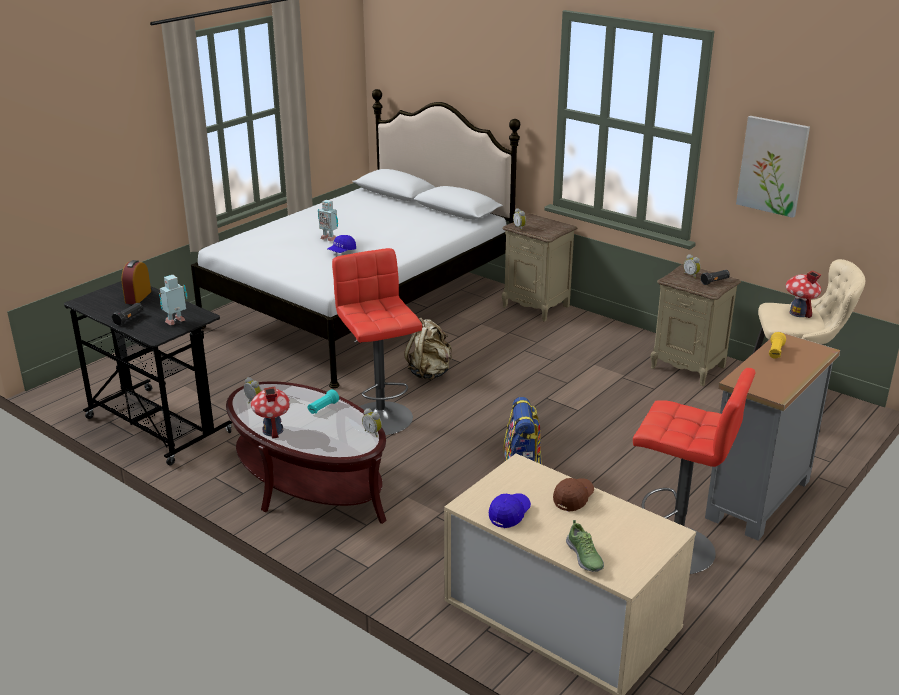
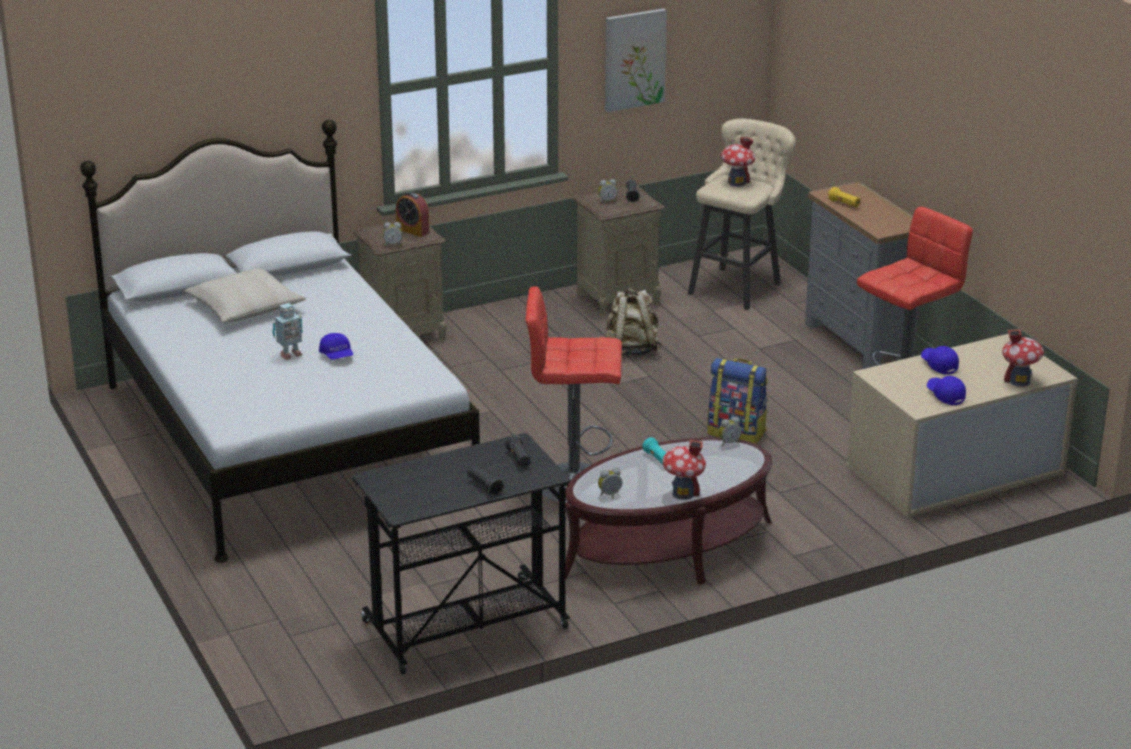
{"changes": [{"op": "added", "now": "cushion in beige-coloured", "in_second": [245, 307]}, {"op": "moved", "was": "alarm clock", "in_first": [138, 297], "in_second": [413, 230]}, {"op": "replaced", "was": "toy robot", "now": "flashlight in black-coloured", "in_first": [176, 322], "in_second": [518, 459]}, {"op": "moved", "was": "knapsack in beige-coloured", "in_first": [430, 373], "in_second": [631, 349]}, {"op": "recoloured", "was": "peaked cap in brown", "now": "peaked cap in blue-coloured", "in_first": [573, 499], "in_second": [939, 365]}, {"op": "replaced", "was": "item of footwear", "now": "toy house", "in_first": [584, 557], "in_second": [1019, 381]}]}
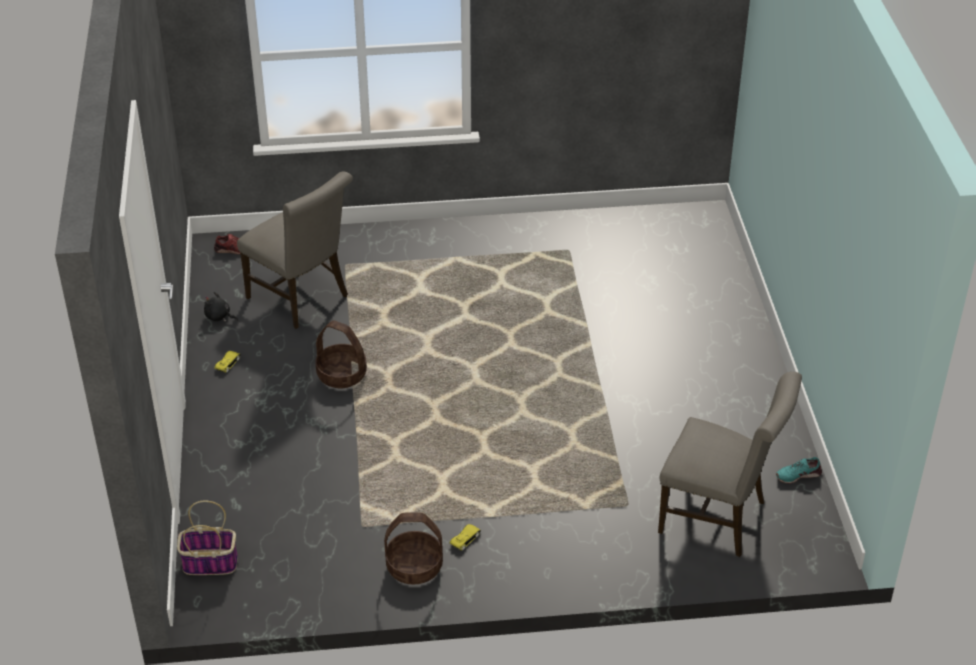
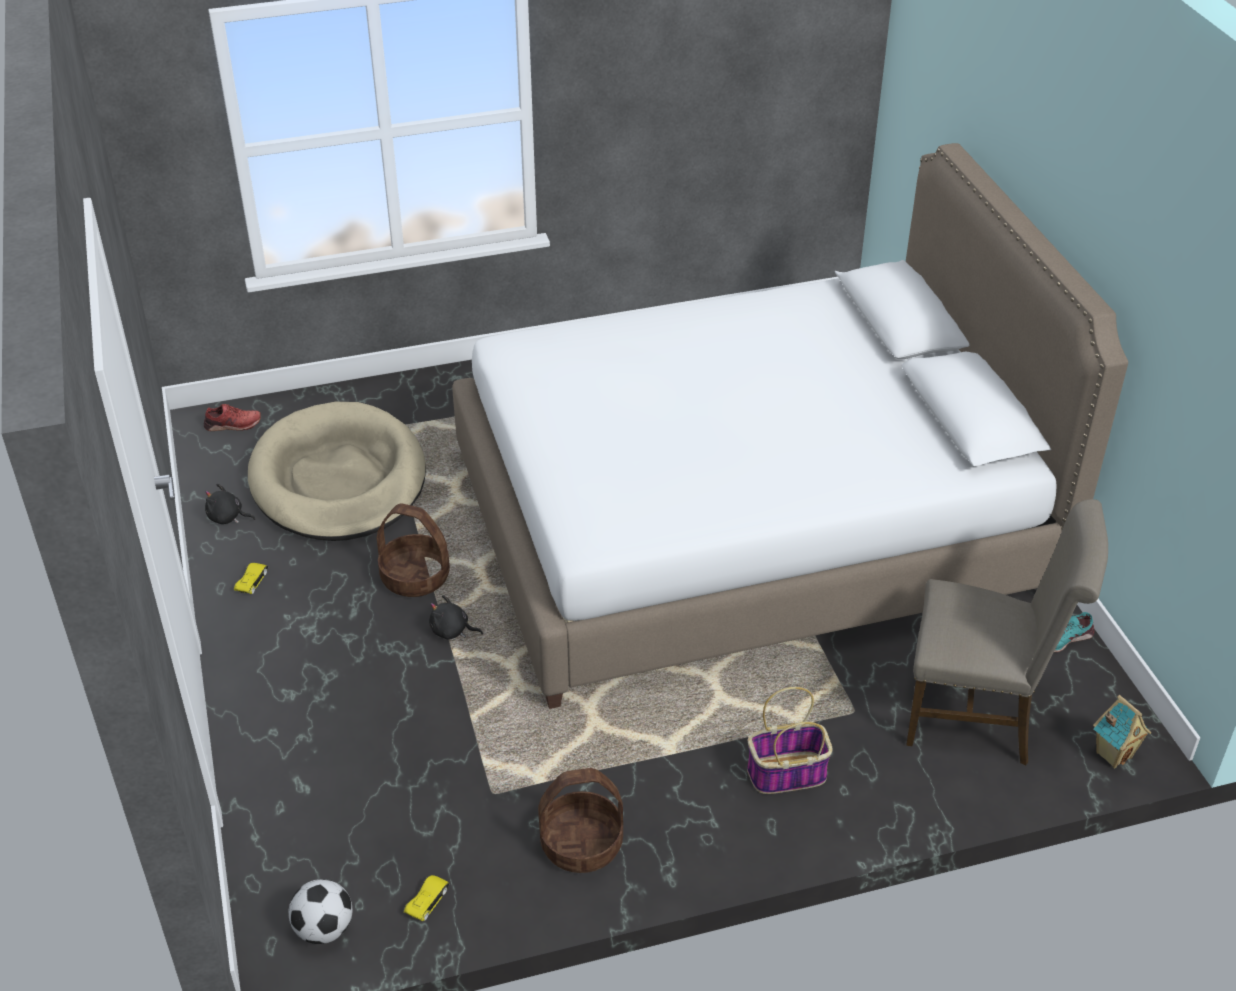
{"changes": [{"op": "replaced", "was": "chair in beige-coloured", "now": "dog cushion in beige-coloured", "in_first": [302, 298], "in_second": [339, 480]}, {"op": "added", "now": "football", "in_second": [324, 929]}, {"op": "moved", "was": "model car in yellow-coloured", "in_first": [465, 539], "in_second": [427, 900]}, {"op": "added", "now": "plush toy in black-coloured", "in_second": [452, 631]}, {"op": "added", "now": "bedroom bed in whitish", "in_second": [747, 527]}, {"op": "moved", "was": "storage basket", "in_first": [209, 563], "in_second": [786, 774]}, {"op": "added", "now": "toy house", "in_second": [1113, 754]}]}
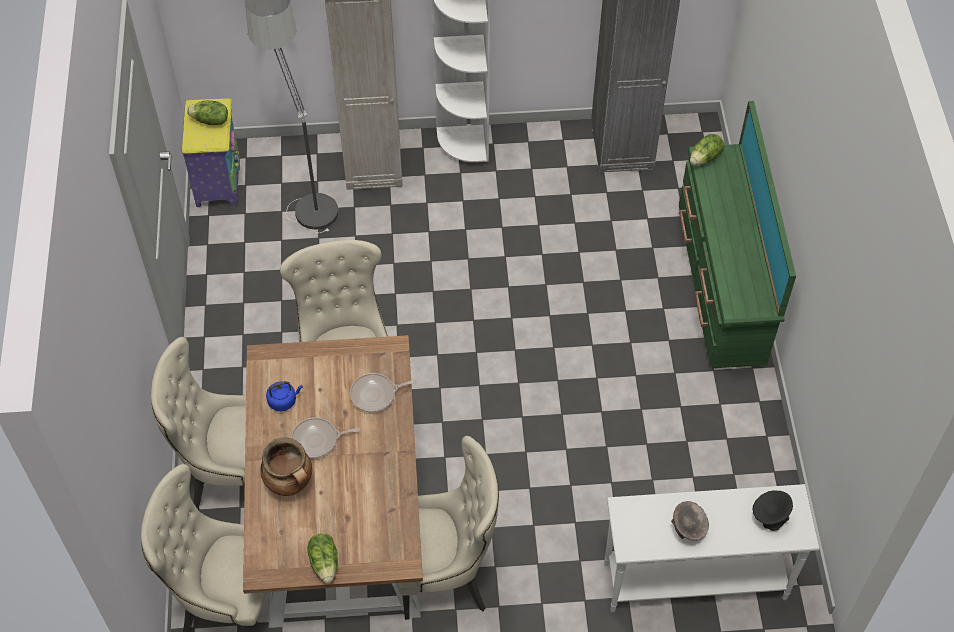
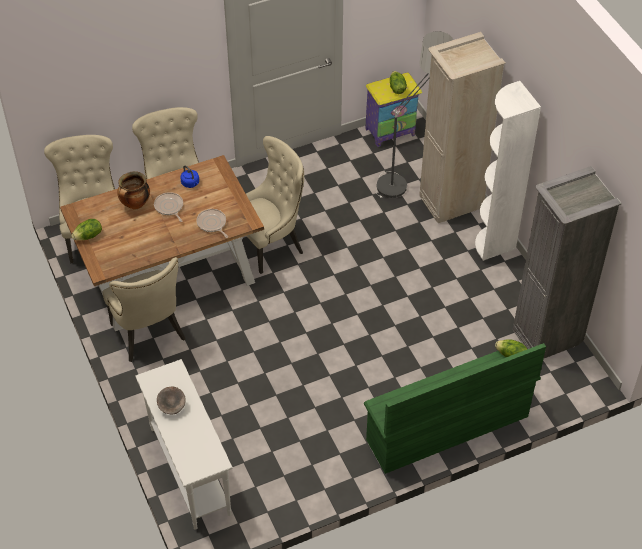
{"changes": [{"op": "removed", "was": "bowl in black-coloured", "in_first": [769, 516]}]}
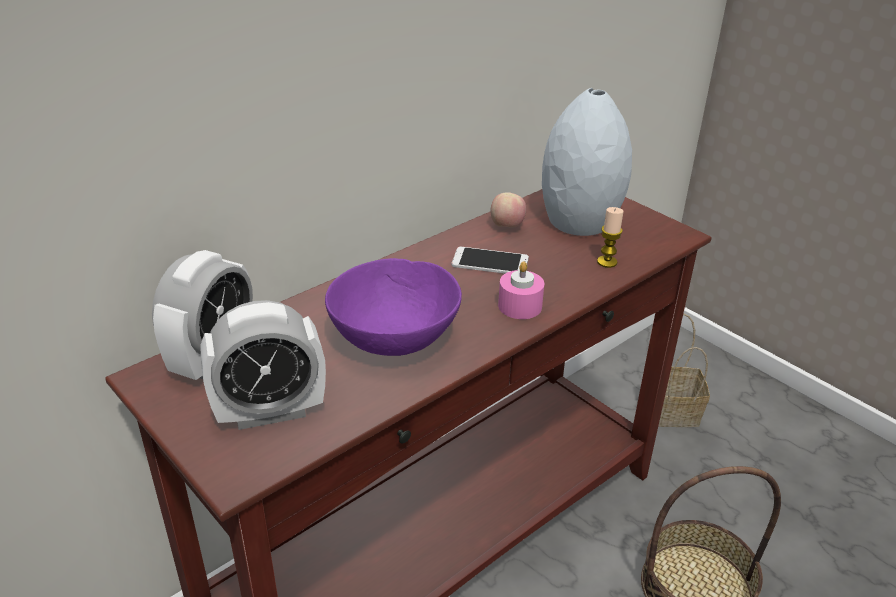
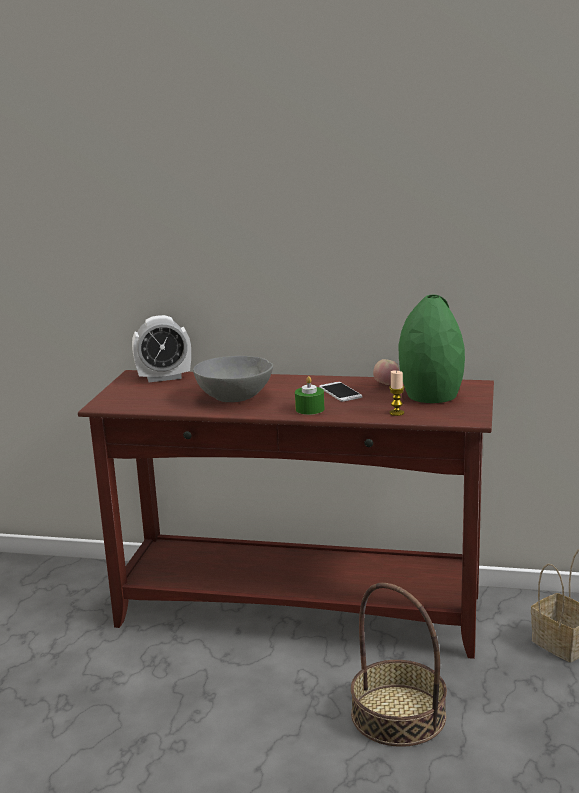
{"changes": [{"op": "recoloured", "was": "bowl in purple-coloured", "now": "bowl in grey", "in_first": [394, 338], "in_second": [234, 397]}, {"op": "recoloured", "was": "candle in pink", "now": "candle in green", "in_first": [520, 306], "in_second": [309, 409]}, {"op": "recoloured", "was": "decorative vase in grey", "now": "decorative vase in green", "in_first": [577, 221], "in_second": [430, 395]}, {"op": "removed", "was": "alarm clock", "in_first": [270, 412]}]}
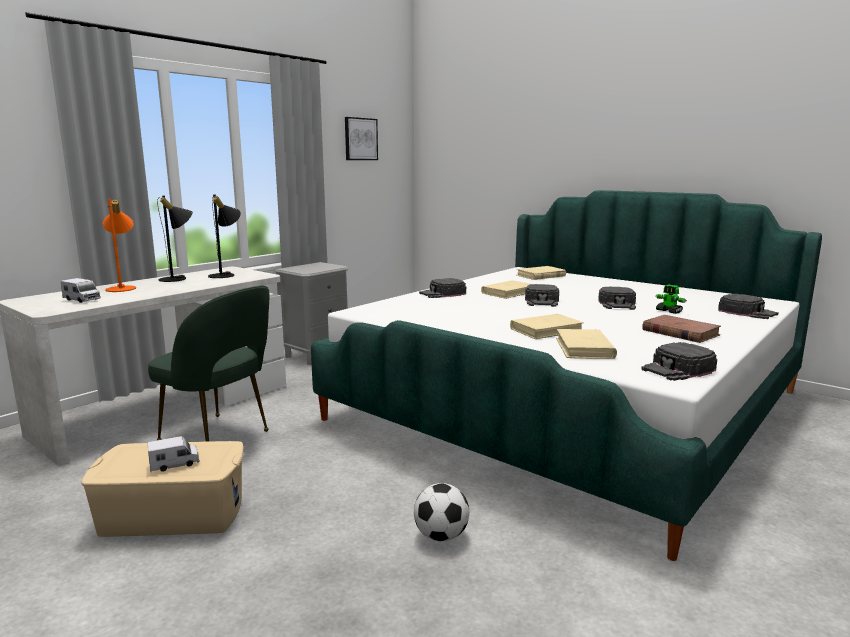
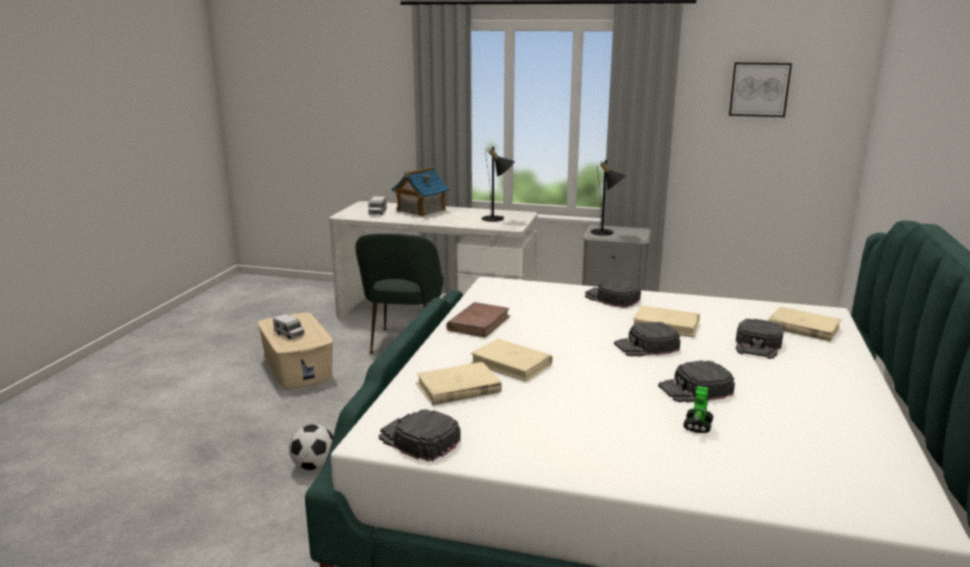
{"changes": [{"op": "replaced", "was": "lamp for a table in orange", "now": "toy house", "in_first": [123, 288], "in_second": [420, 210]}, {"op": "moved", "was": "book in brown", "in_first": [680, 332], "in_second": [479, 323]}, {"op": "moved", "was": "lamp for a table in black-coloured", "in_first": [178, 279], "in_second": [606, 233]}, {"op": "moved", "was": "peaked cap in black-coloured", "in_first": [747, 312], "in_second": [758, 345]}]}
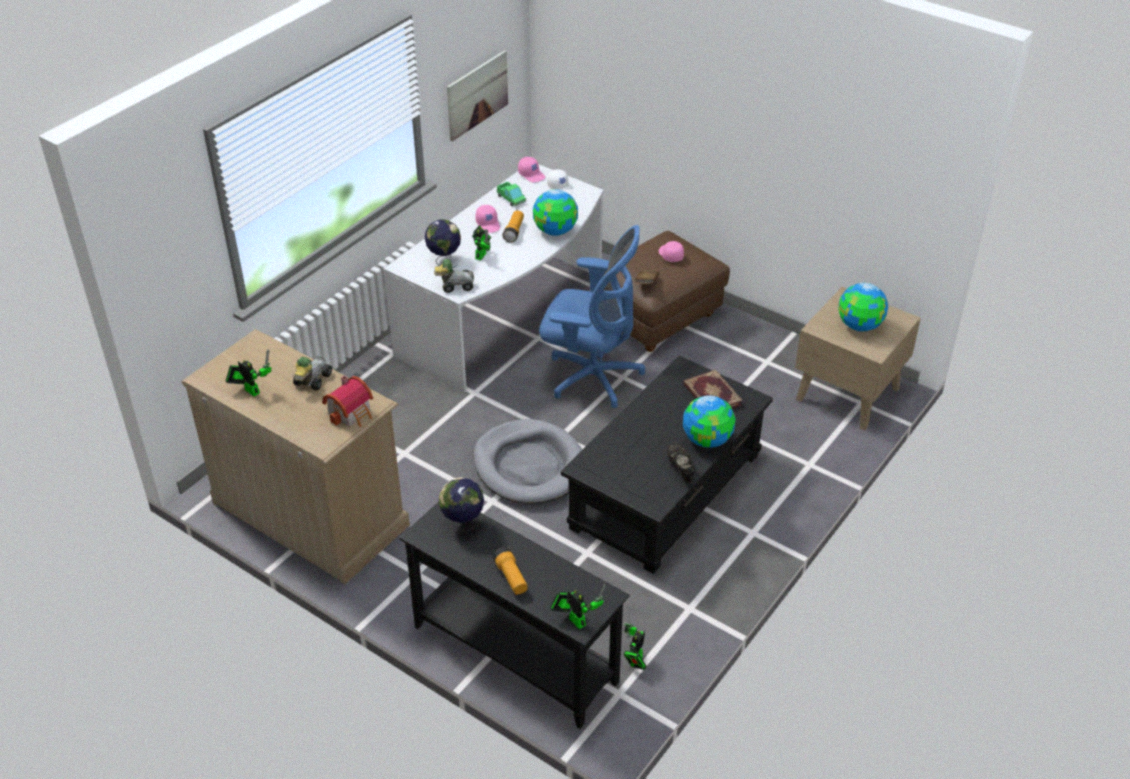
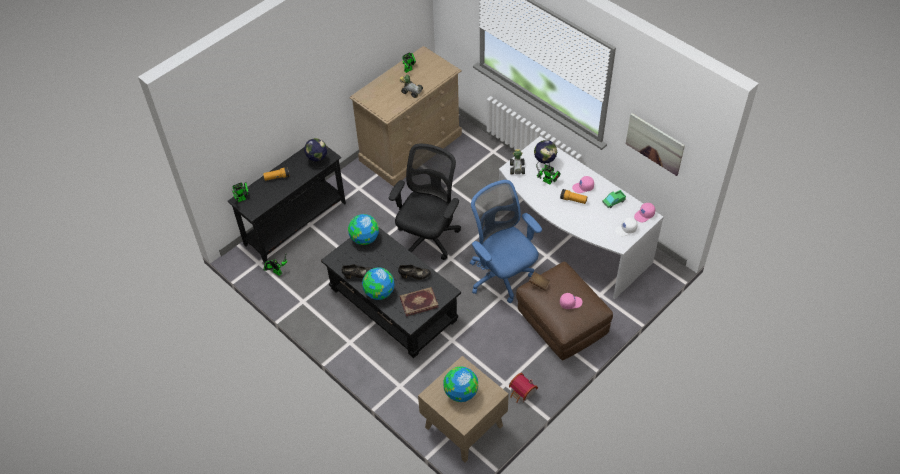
{"changes": [{"op": "moved", "was": "globe", "in_first": [555, 231], "in_second": [364, 239]}, {"op": "replaced", "was": "dog cushion in grey", "now": "desk chair in black-coloured", "in_first": [529, 466], "in_second": [428, 241]}, {"op": "added", "now": "item of footwear in black-coloured", "in_second": [414, 276]}, {"op": "turned", "was": "desk chair in blue-coloured", "in_first": [588, 377], "in_second": [503, 278], "clockwise": 120}, {"op": "moved", "was": "toy house", "in_first": [352, 413], "in_second": [522, 393]}]}
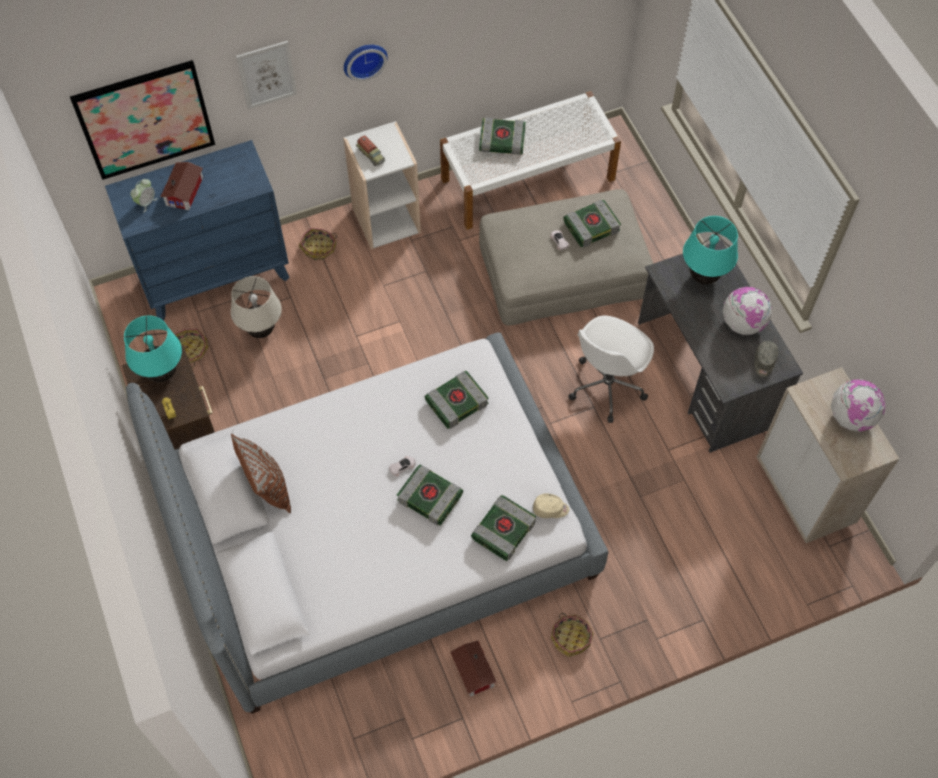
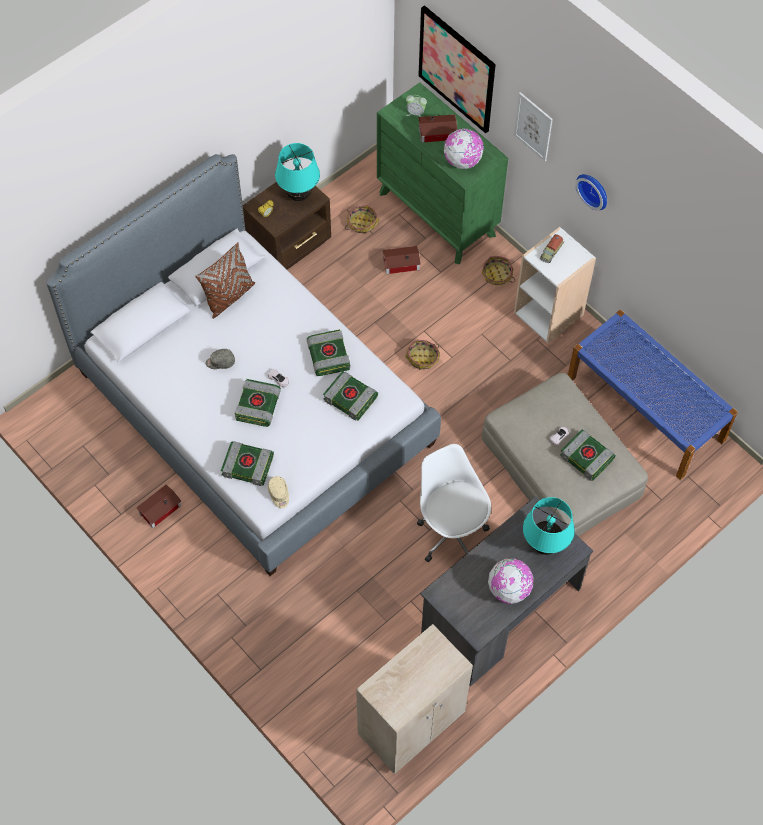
{"changes": [{"op": "moved", "was": "peaked cap in grey", "in_first": [764, 362], "in_second": [220, 362]}, {"op": "moved", "was": "book", "in_first": [501, 142], "in_second": [328, 355]}, {"op": "recoloured", "was": "dresser in blue-coloured", "now": "dresser in green", "in_first": [215, 276], "in_second": [437, 214]}, {"op": "replaced", "was": "lamp for a table in beige-coloured", "now": "toy house", "in_first": [261, 331], "in_second": [400, 263]}, {"op": "moved", "was": "storage basket", "in_first": [571, 637], "in_second": [423, 358]}, {"op": "turned", "was": "desk chair in whitish", "in_first": [605, 389], "in_second": [450, 534], "clockwise": 45}, {"op": "moved", "was": "globe", "in_first": [851, 417], "in_second": [463, 161]}, {"op": "recoloured", "was": "long seat in whitish", "now": "long seat in blue-coloured", "in_first": [527, 178], "in_second": [646, 408]}]}
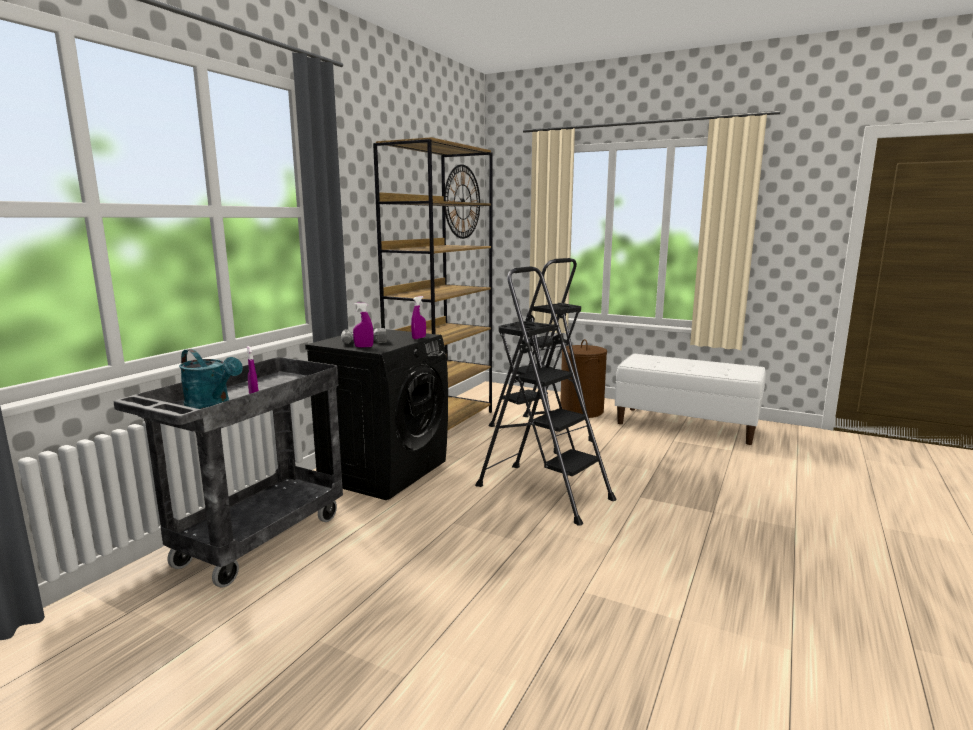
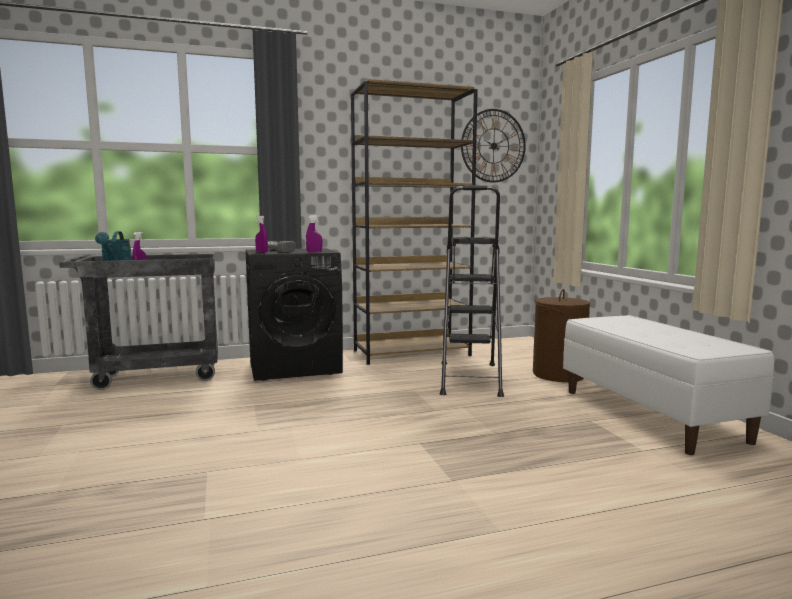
{"changes": [{"op": "removed", "was": "stepladder", "in_first": [542, 491]}]}
